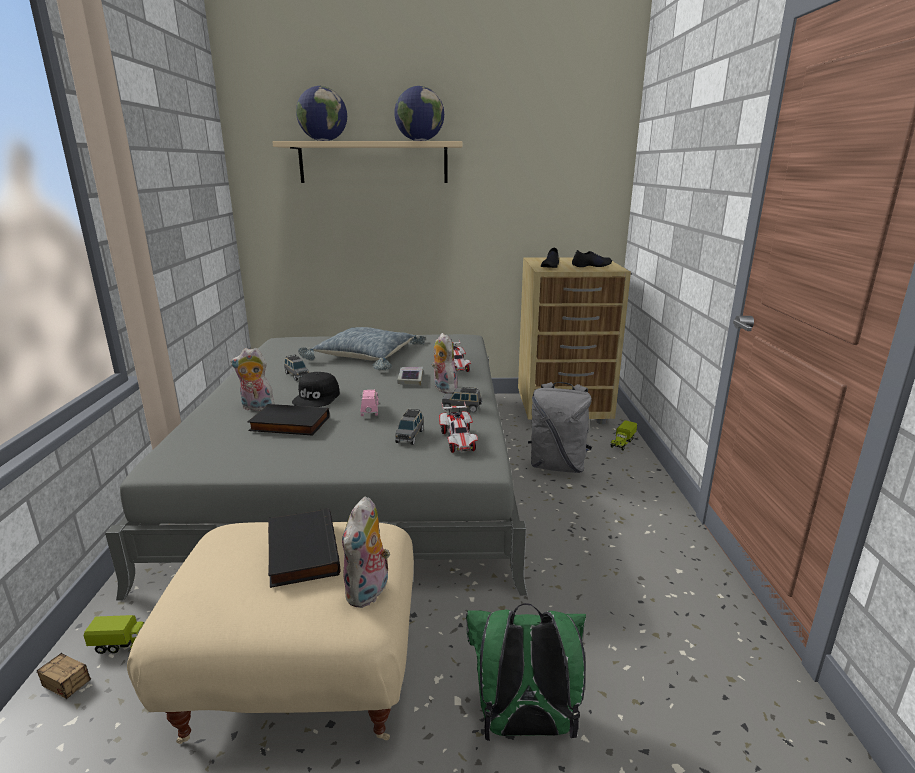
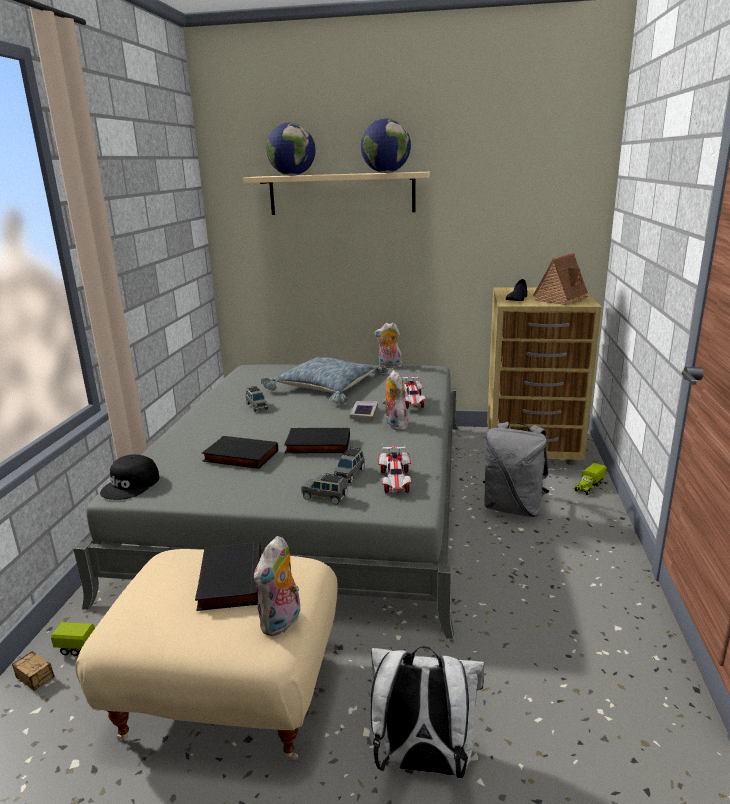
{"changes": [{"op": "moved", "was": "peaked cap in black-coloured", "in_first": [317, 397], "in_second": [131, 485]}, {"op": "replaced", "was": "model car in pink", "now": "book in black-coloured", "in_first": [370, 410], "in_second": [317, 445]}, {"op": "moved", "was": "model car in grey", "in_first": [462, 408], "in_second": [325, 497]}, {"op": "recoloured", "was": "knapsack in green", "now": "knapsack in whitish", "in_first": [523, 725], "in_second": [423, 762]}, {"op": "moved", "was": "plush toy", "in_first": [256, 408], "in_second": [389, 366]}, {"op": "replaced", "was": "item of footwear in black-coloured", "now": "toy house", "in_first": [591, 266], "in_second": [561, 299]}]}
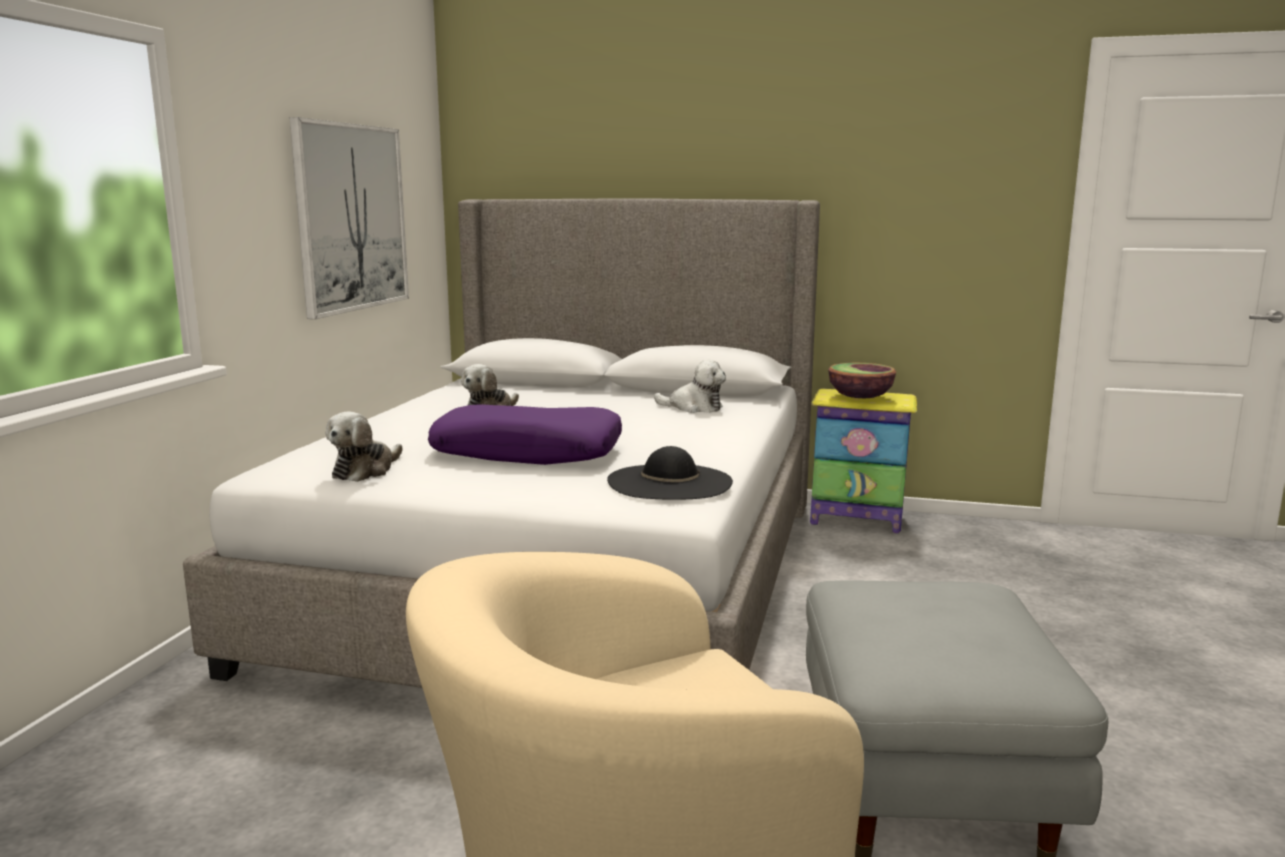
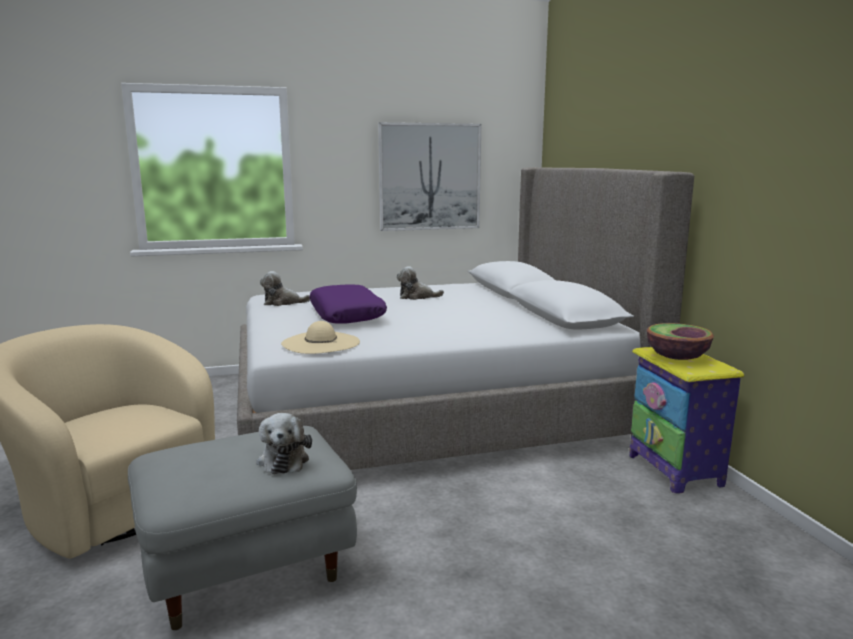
{"changes": [{"op": "moved", "was": "plush toy", "in_first": [694, 407], "in_second": [283, 459]}, {"op": "recoloured", "was": "wearable hat in black-coloured", "now": "wearable hat in beige-coloured", "in_first": [669, 482], "in_second": [320, 343]}]}
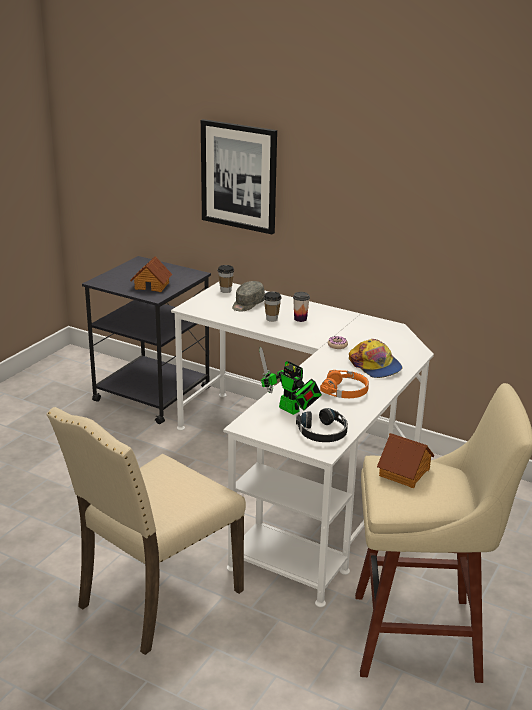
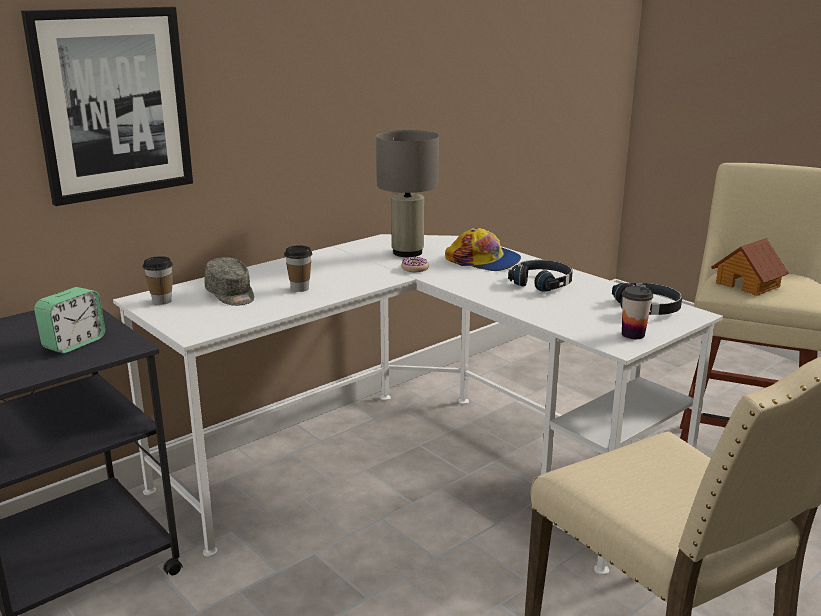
{"changes": [{"op": "replaced", "was": "toy house", "now": "alarm clock", "in_first": [152, 285], "in_second": [74, 343]}, {"op": "added", "now": "lamp for a table in grey", "in_second": [407, 253]}, {"op": "turned", "was": "peaked cap", "in_first": [375, 366], "in_second": [484, 261], "clockwise": 45}, {"op": "recoloured", "was": "headphones in orange", "now": "headphones in black-coloured", "in_first": [345, 391], "in_second": [542, 283]}, {"op": "moved", "was": "small cup", "in_first": [300, 319], "in_second": [633, 334]}, {"op": "removed", "was": "toy robot", "in_first": [291, 410]}]}
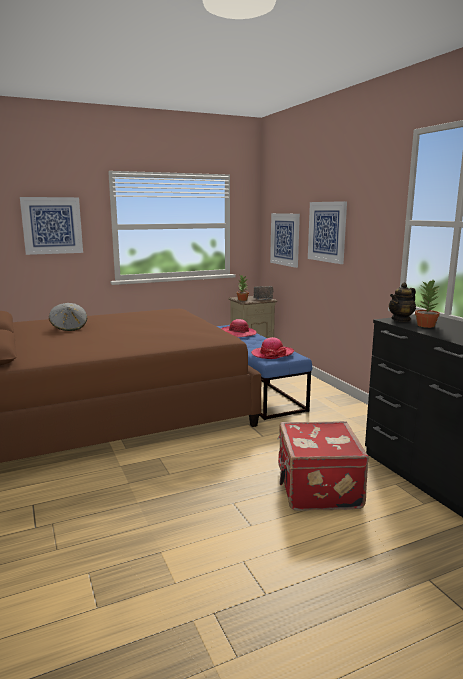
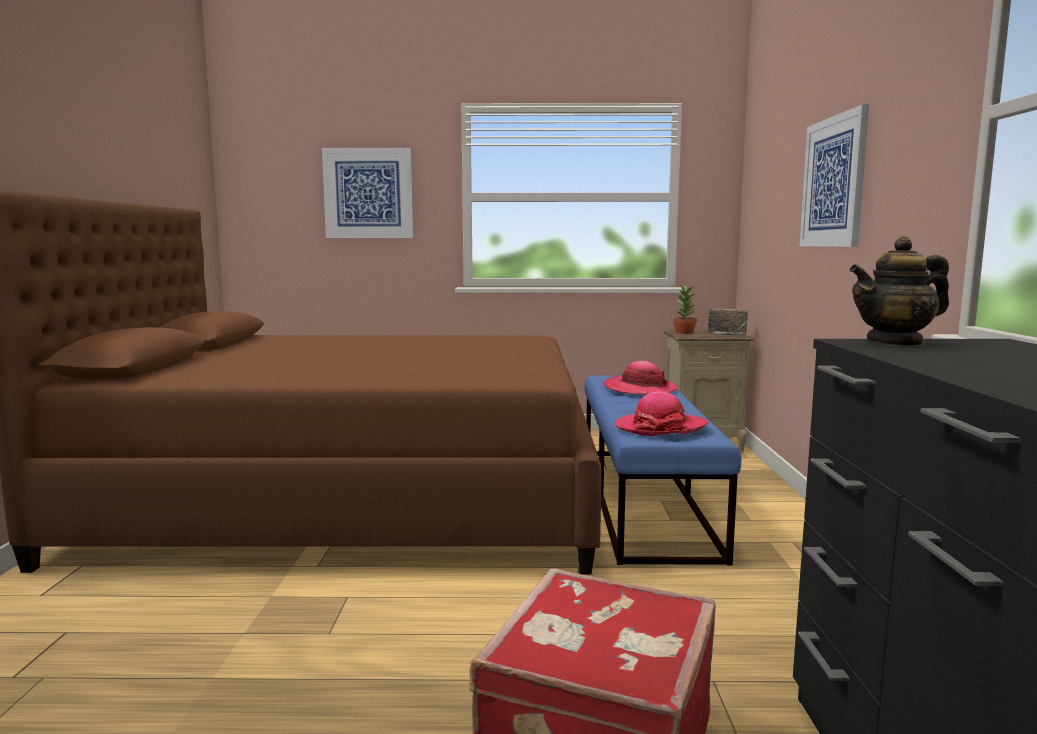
{"changes": [{"op": "removed", "was": "wearable hat in grey", "in_first": [69, 328]}, {"op": "removed", "was": "wall art", "in_first": [285, 239]}, {"op": "removed", "was": "houseplant", "in_first": [425, 325]}]}
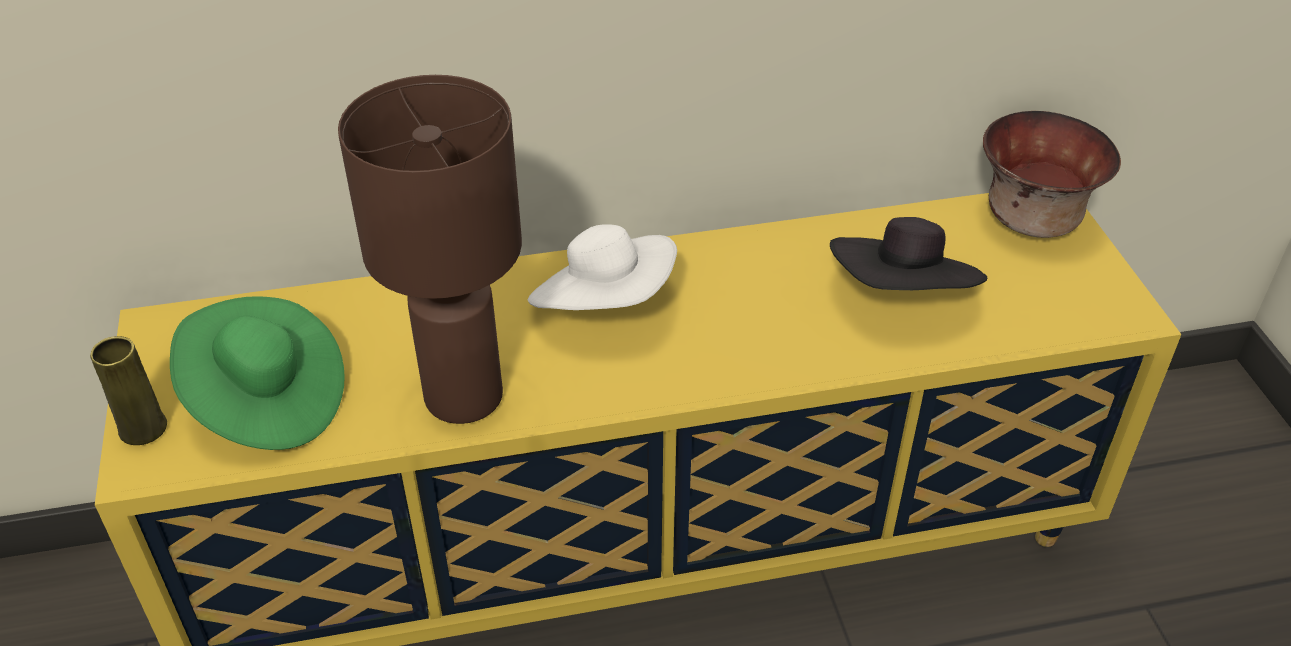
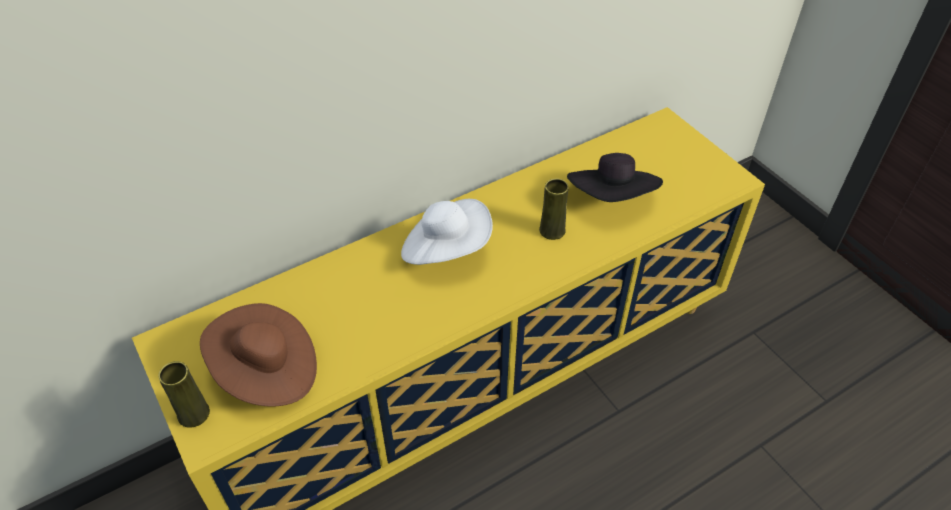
{"changes": [{"op": "recoloured", "was": "wearable hat in green", "now": "wearable hat in brown", "in_first": [266, 401], "in_second": [266, 372]}, {"op": "added", "now": "decorative vase in yellow-coloured", "in_second": [552, 230]}, {"op": "removed", "was": "lamp for a table in brown", "in_first": [463, 398]}, {"op": "removed", "was": "bowl", "in_first": [1030, 218]}]}
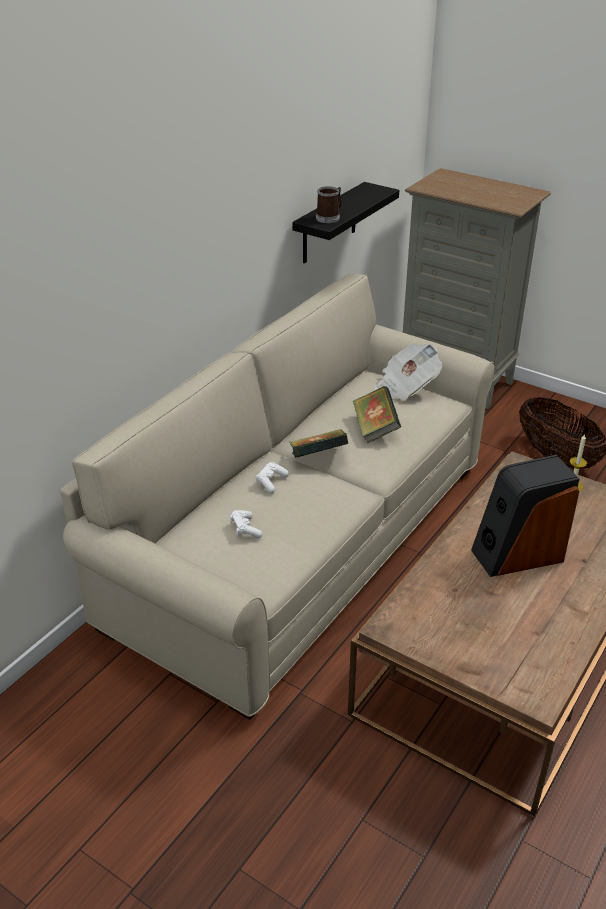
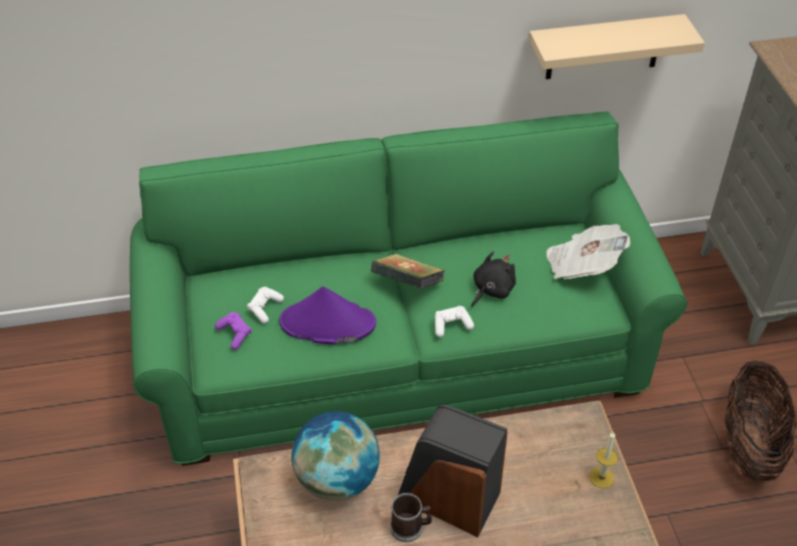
{"changes": [{"op": "recoloured", "was": "couch in beige-coloured", "now": "couch in green", "in_first": [302, 540], "in_second": [399, 352]}, {"op": "added", "now": "joypad in purple-coloured", "in_second": [235, 334]}, {"op": "added", "now": "wearable hat in purple-coloured", "in_second": [327, 323]}, {"op": "added", "now": "globe", "in_second": [337, 479]}, {"op": "moved", "was": "mug", "in_first": [329, 217], "in_second": [410, 527]}, {"op": "moved", "was": "joypad in whitish", "in_first": [271, 482], "in_second": [451, 325]}, {"op": "replaced", "was": "book", "now": "plush toy in black-coloured", "in_first": [375, 428], "in_second": [491, 290]}, {"op": "recoloured", "was": "wall shelf in black-coloured", "now": "wall shelf in beige-coloured", "in_first": [329, 224], "in_second": [604, 47]}]}
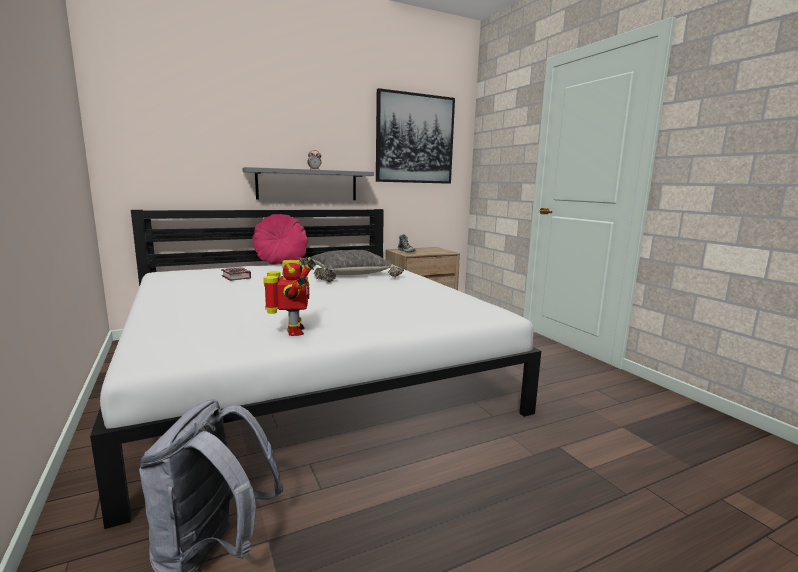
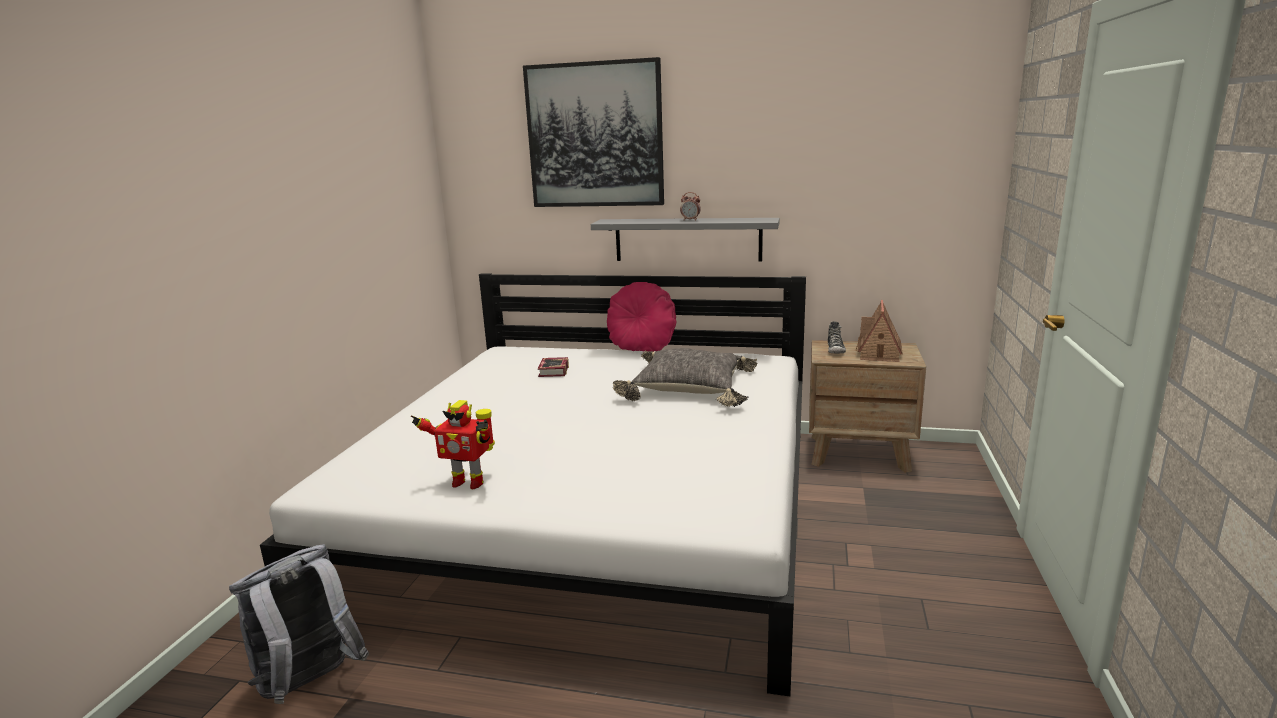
{"changes": [{"op": "turned", "was": "toy robot", "in_first": [293, 331], "in_second": [467, 482], "clockwise": 75}, {"op": "moved", "was": "wall art", "in_first": [415, 139], "in_second": [595, 135]}, {"op": "added", "now": "toy house", "in_second": [879, 352]}]}
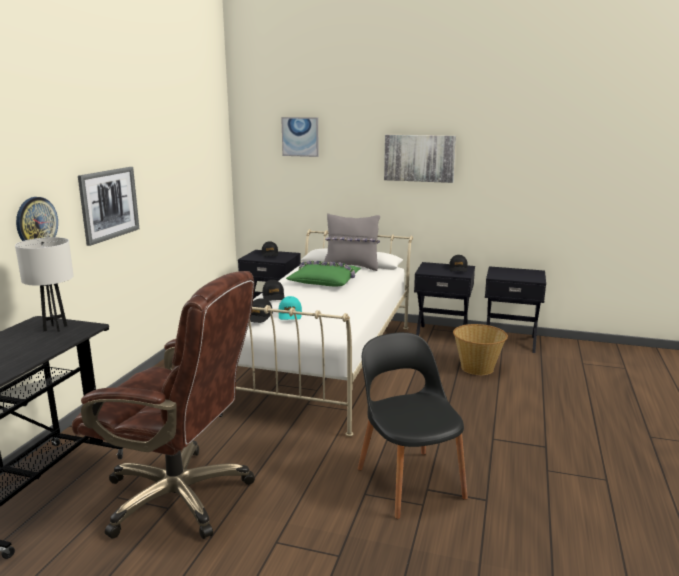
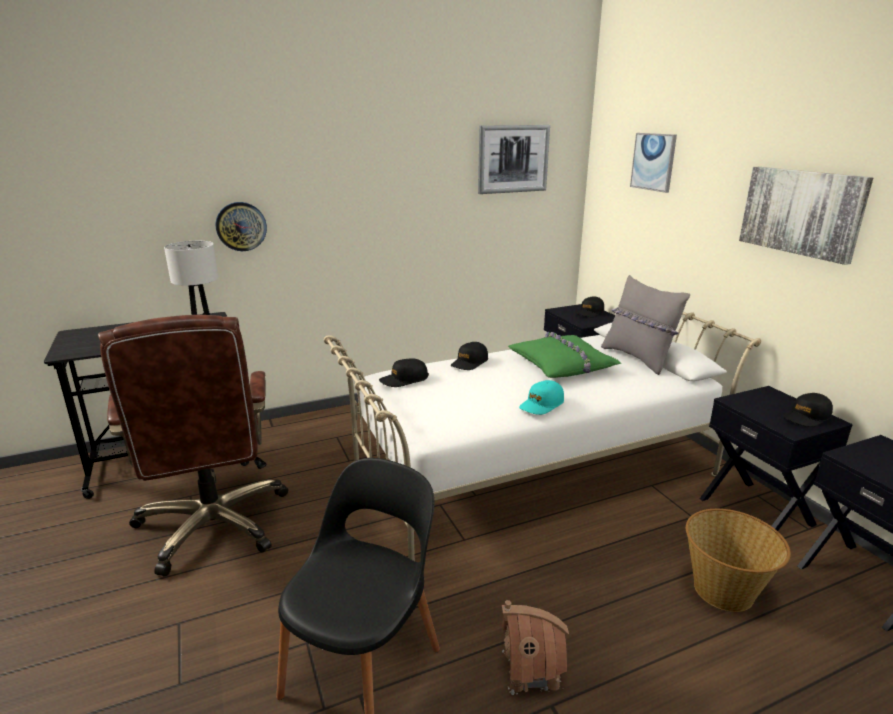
{"changes": [{"op": "moved", "was": "wall art", "in_first": [109, 204], "in_second": [513, 159]}, {"op": "added", "now": "toy house", "in_second": [530, 669]}, {"op": "moved", "was": "peaked cap in turquoise-coloured", "in_first": [290, 314], "in_second": [541, 404]}]}
